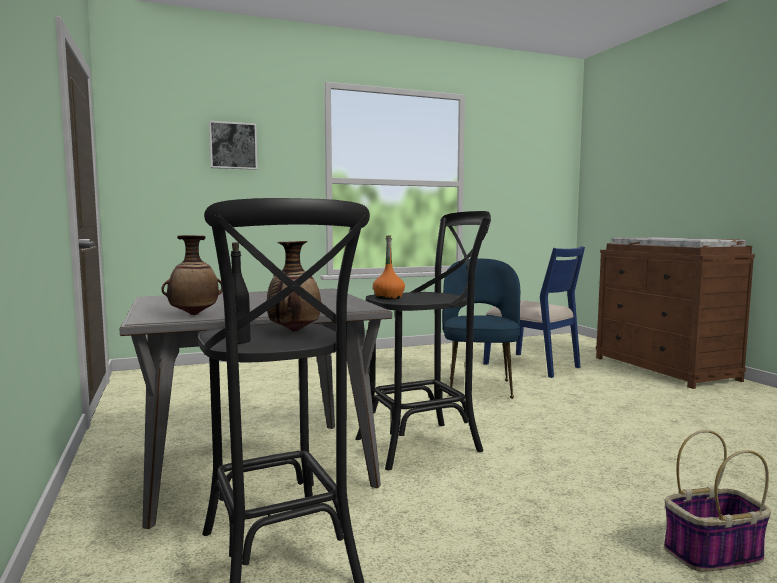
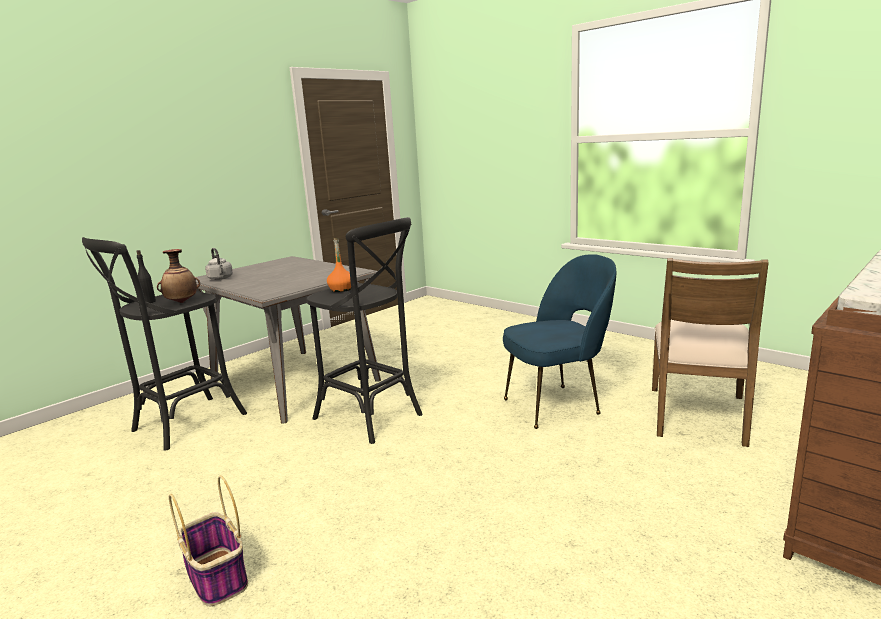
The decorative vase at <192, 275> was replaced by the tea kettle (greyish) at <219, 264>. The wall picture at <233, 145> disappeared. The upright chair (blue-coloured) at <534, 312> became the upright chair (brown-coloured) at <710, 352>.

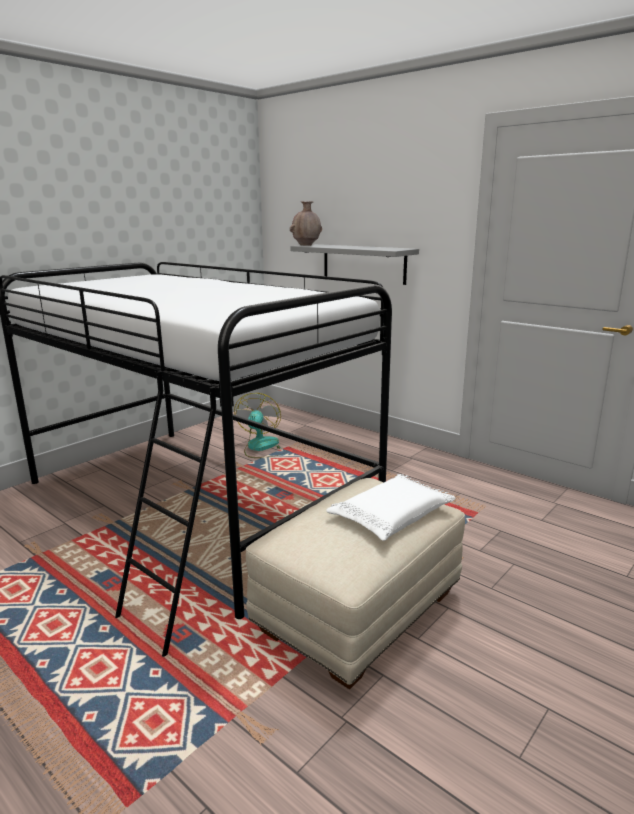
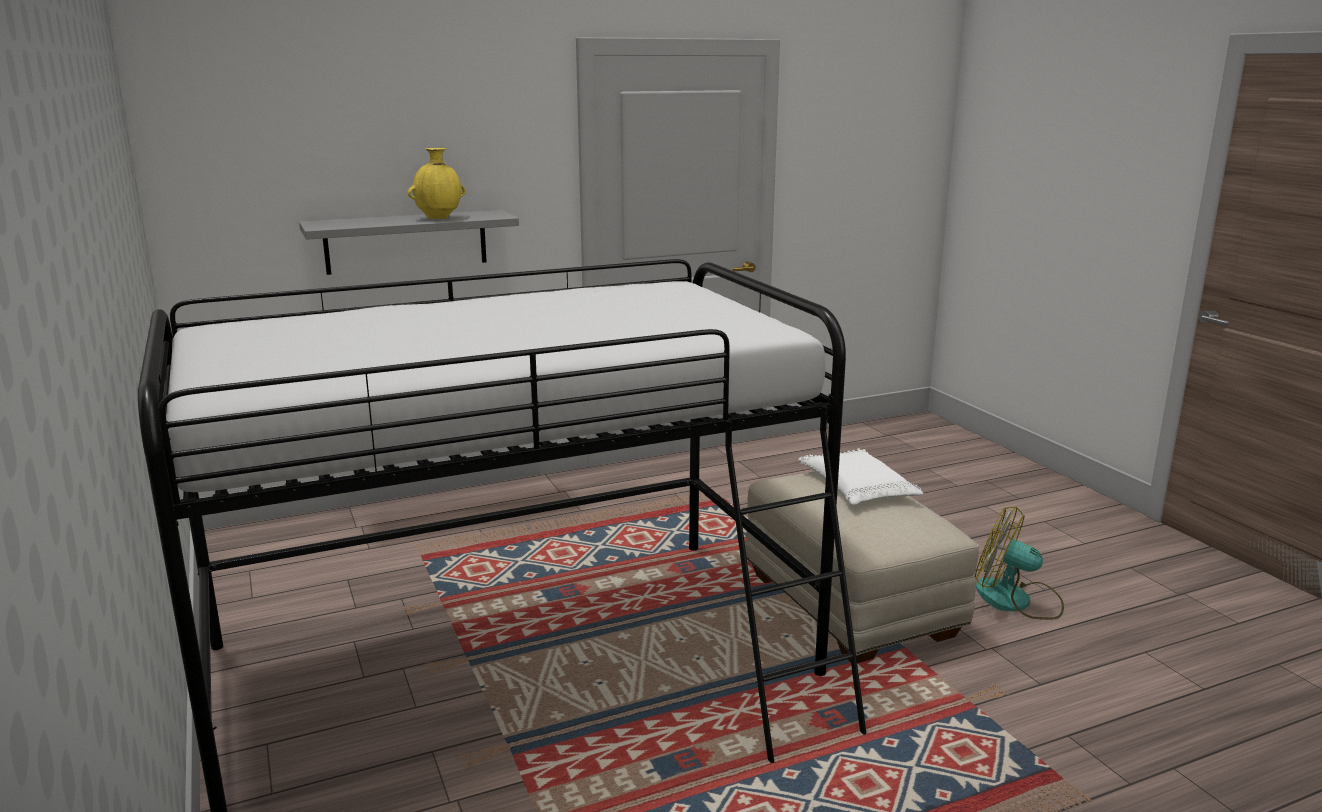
The cooling fan moved from <260, 425> to <1019, 563>. The decorative vase (brown-coloured) at <306, 223> disappeared. The decorative vase (yellowish) at <436, 183> appeared.

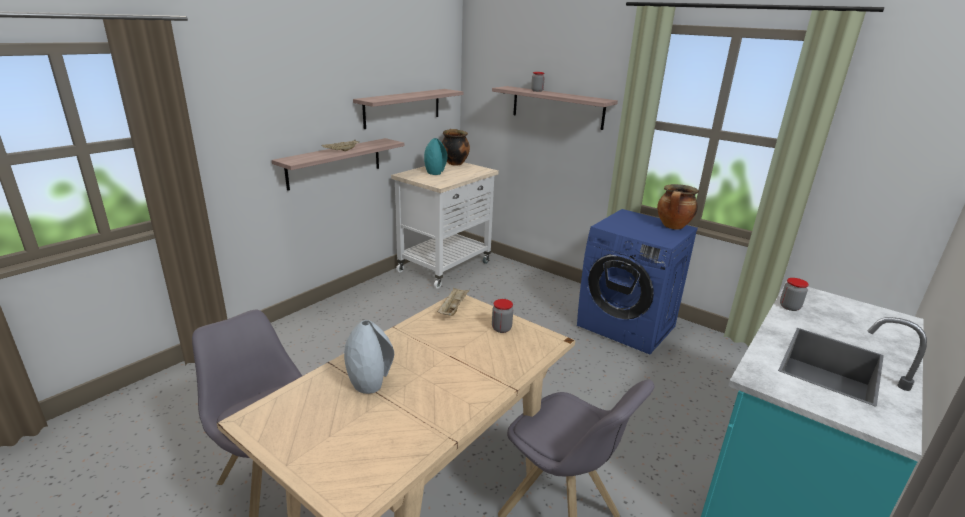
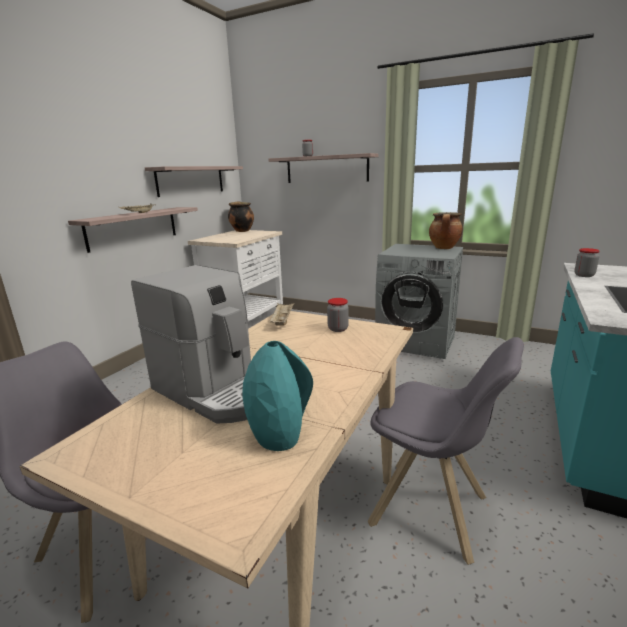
The decorative vase (greyish) at <369, 357> was replaced by the coffee machine at <191, 344>. The decorative vase (turquoise) moved from <436, 156> to <277, 396>. The washing machine (blue-coloured) at <637, 281> became the washing machine (greyish) at <419, 301>.

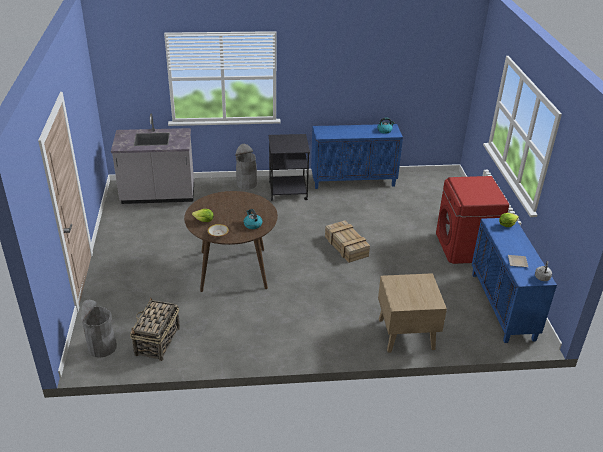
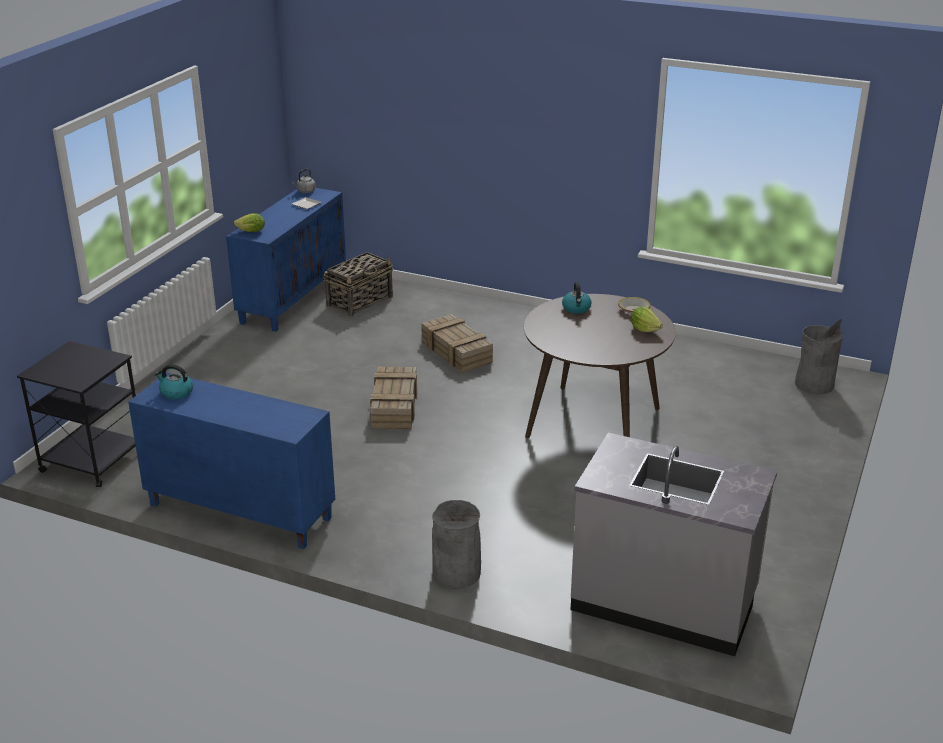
The basket moved from <155, 329> to <358, 284>. The trolley (black) moved from <289, 167> to <76, 414>. The bedside table (sand-coloured) at <412, 313> disappeared. The washing machine (red) at <472, 220> disappeared. The packing crate at <457, 343> appeared.

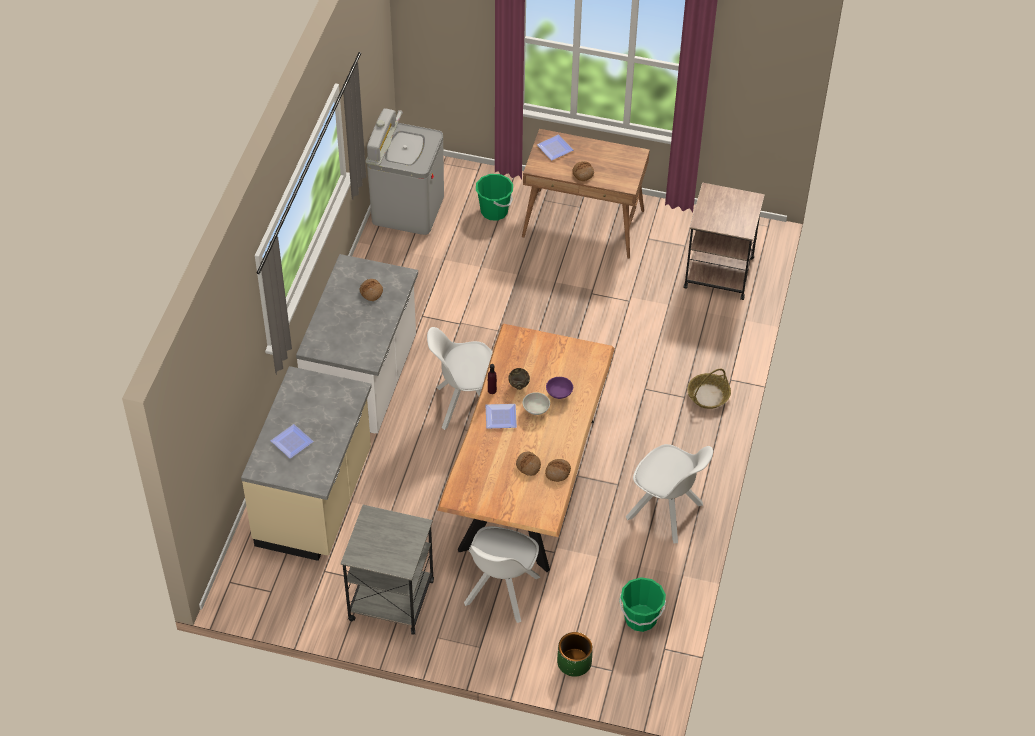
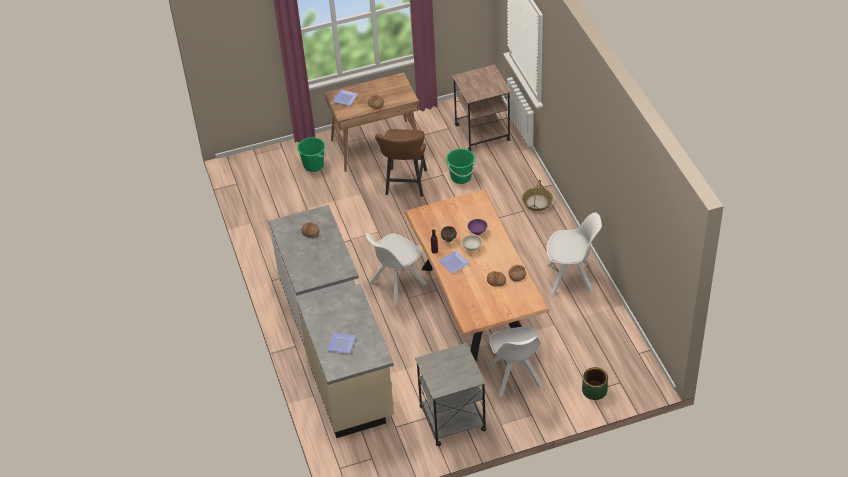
The washing machine (greyish) at <405, 171> disappeared. The bucket (greenish) moved from <642, 604> to <461, 166>. The stool seat (brown-coloured) at <401, 163> appeared.

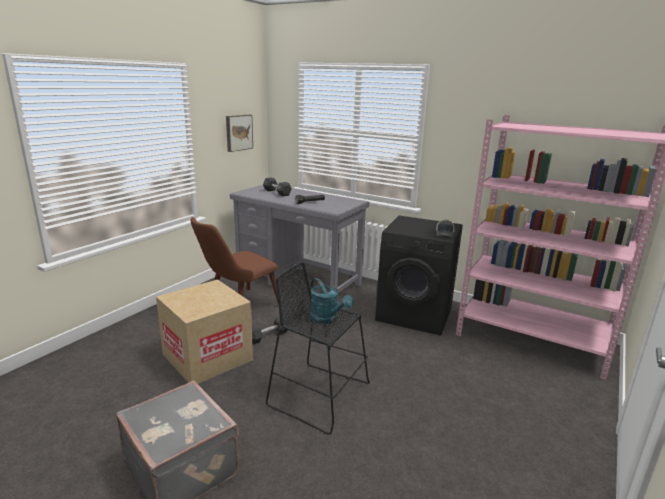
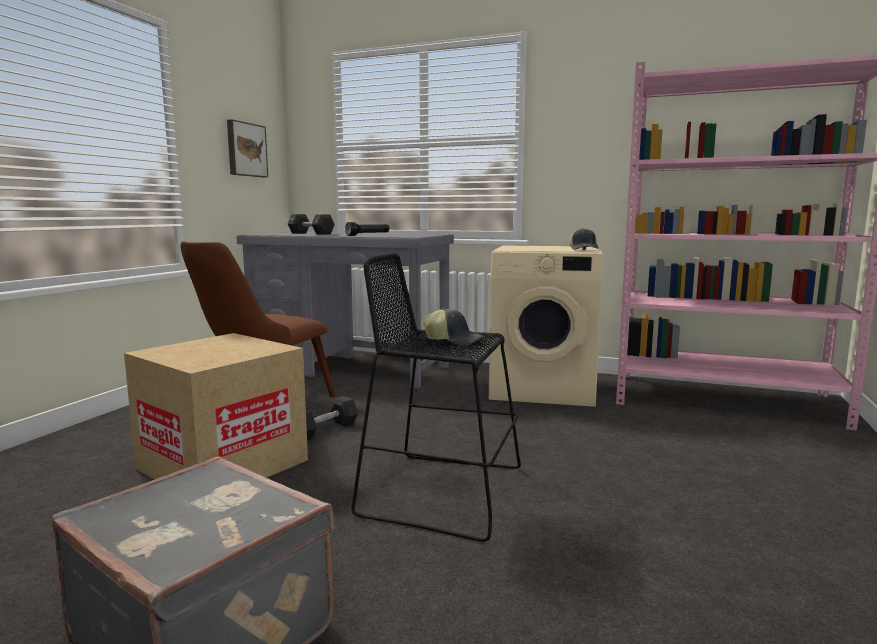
The watering pot (turquoise) at <331, 301> was replaced by the baseball cap at <454, 327>. The washing machine (black) at <419, 276> became the washing machine (sand-coloured) at <546, 326>.

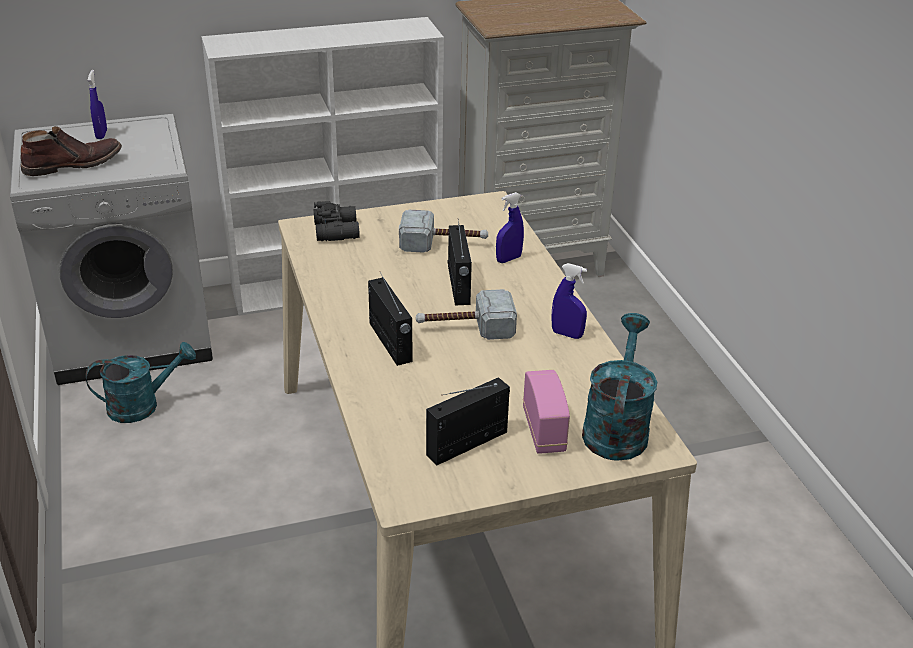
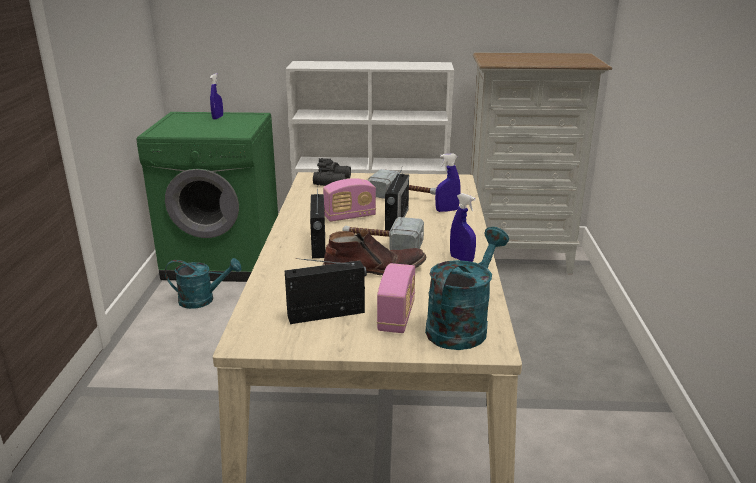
The washing machine (whitish) at <111, 249> became the washing machine (greenish) at <207, 197>. The high-top boot (brown-coloured) moved from <71, 151> to <375, 252>. The radio set at <349, 200> appeared.

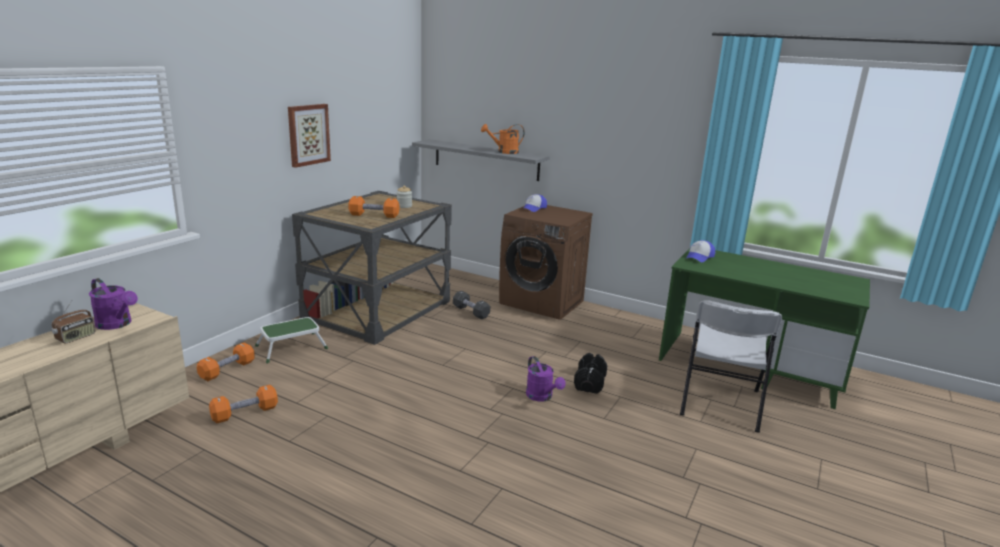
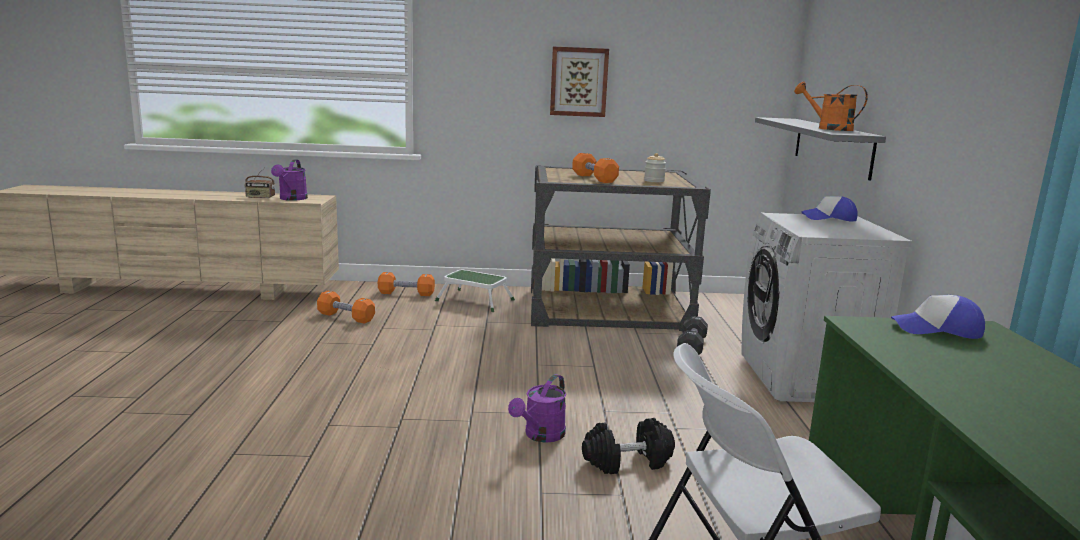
The washing machine (brown-coloured) at <546, 262> became the washing machine (whitish) at <826, 307>.

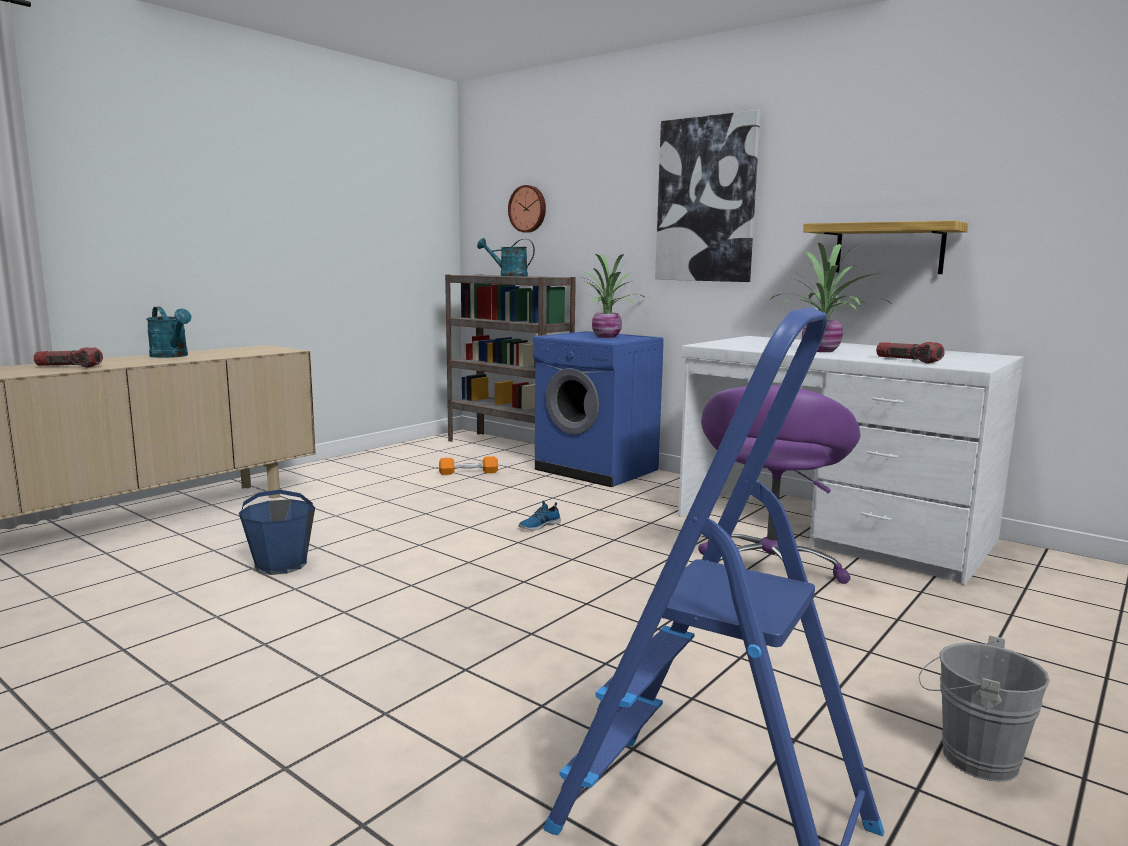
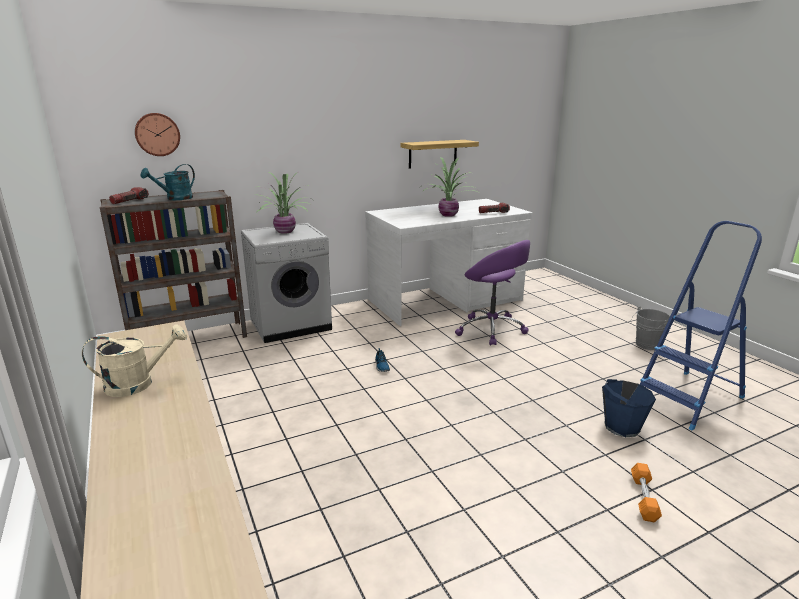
The torch moved from <68, 357> to <129, 195>. The watering pot (turquoise) at <168, 332> became the watering pot (sand-coloured) at <134, 360>. The bucket (blue-coloured) moved from <277, 532> to <629, 408>. The free weight (orange) moved from <468, 465> to <646, 493>. The washing machine (blue-coloured) at <598, 409> became the washing machine (whitish) at <286, 283>. The wall picture at <708, 196> disappeared.

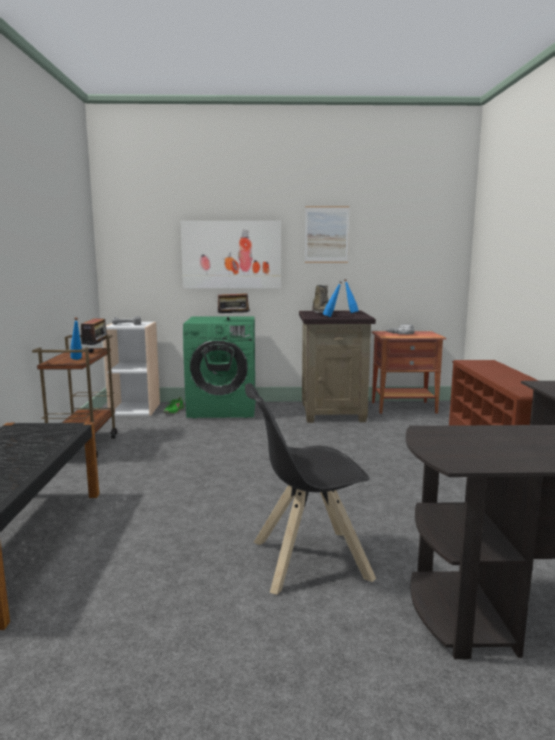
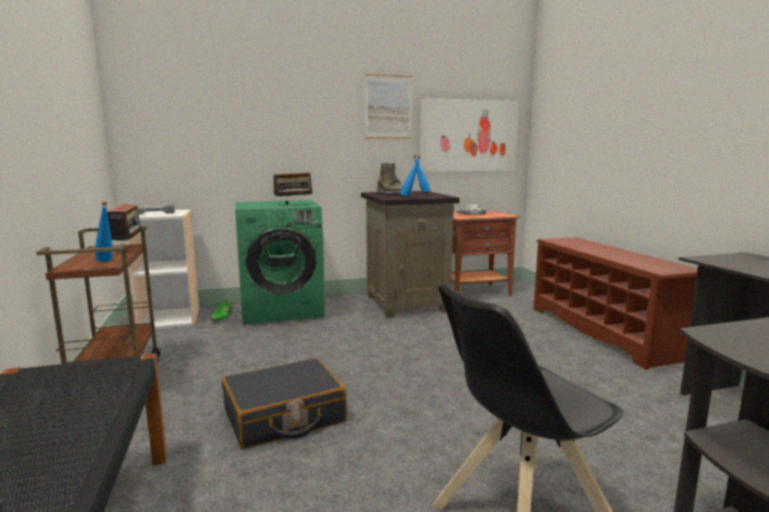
The wall picture moved from <231, 254> to <469, 135>. The suitcase (black) at <284, 403> appeared.

